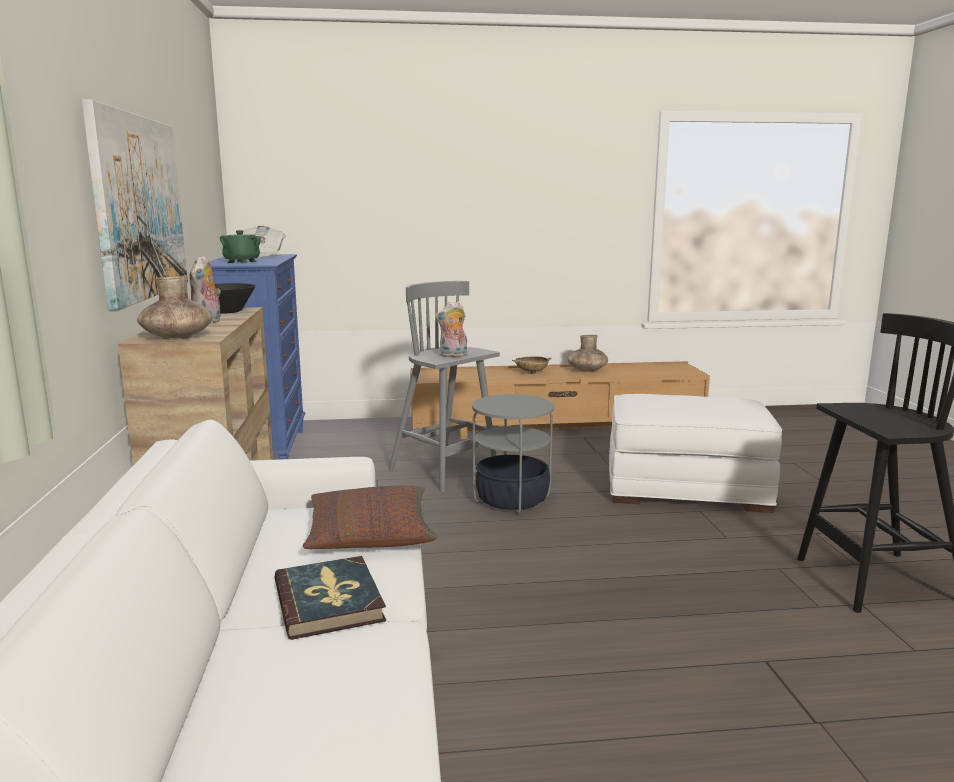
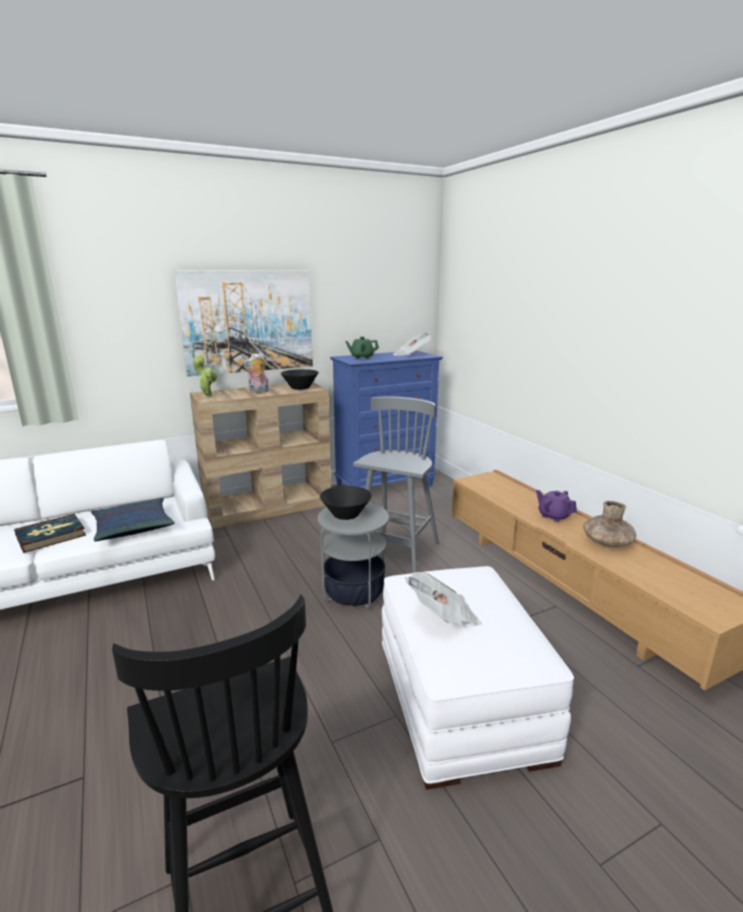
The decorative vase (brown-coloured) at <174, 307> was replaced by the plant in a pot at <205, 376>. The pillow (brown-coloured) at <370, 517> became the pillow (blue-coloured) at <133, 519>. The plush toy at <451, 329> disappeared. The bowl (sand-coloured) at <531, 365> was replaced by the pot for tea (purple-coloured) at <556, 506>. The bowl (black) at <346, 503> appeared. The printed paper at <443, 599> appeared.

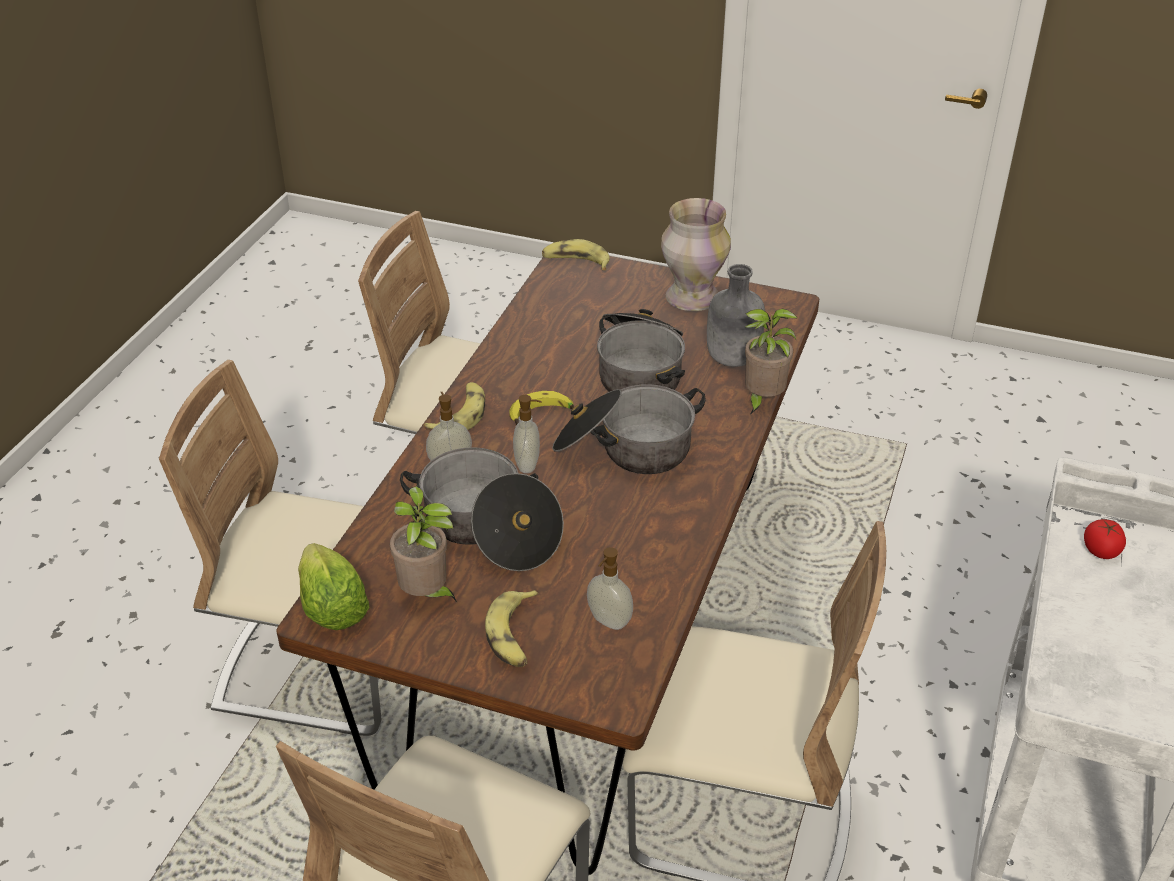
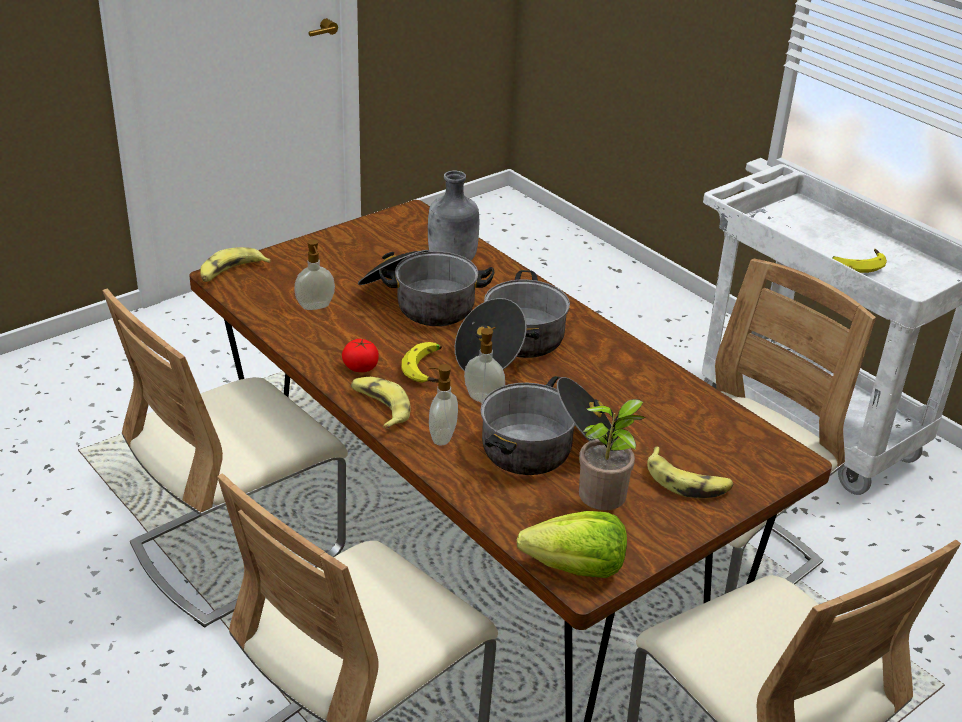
The soap bottle moved from <610, 588> to <314, 274>. The decorative vase at <696, 254> disappeared. The plant in a pot at <771, 362> disappeared. The fresh tomato moved from <1105, 539> to <360, 355>. The banana fruit at <859, 261> appeared.

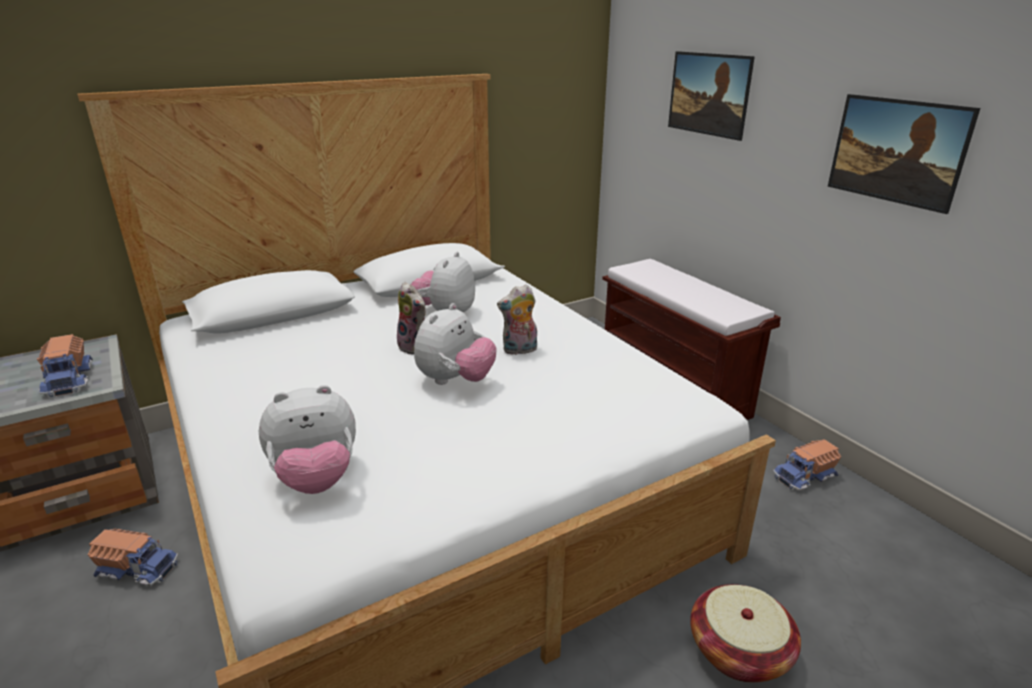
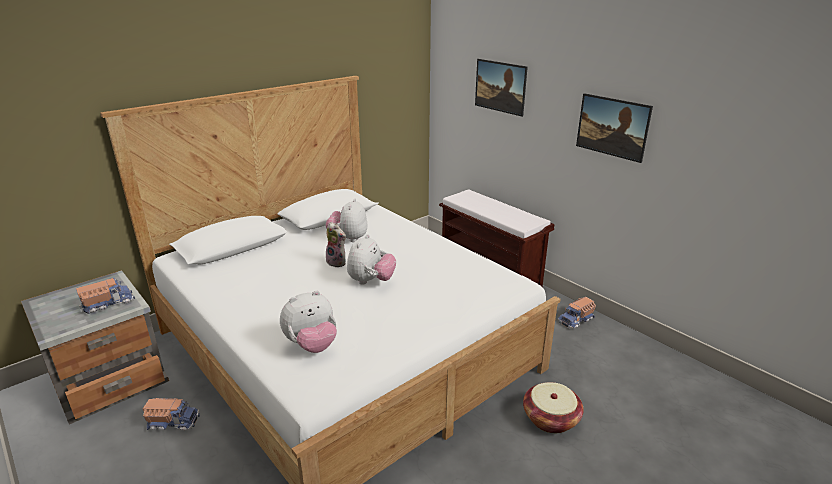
The toy truck at <65, 366> turned 90 degrees counterclockwise. The plush toy at <517, 319> disappeared.

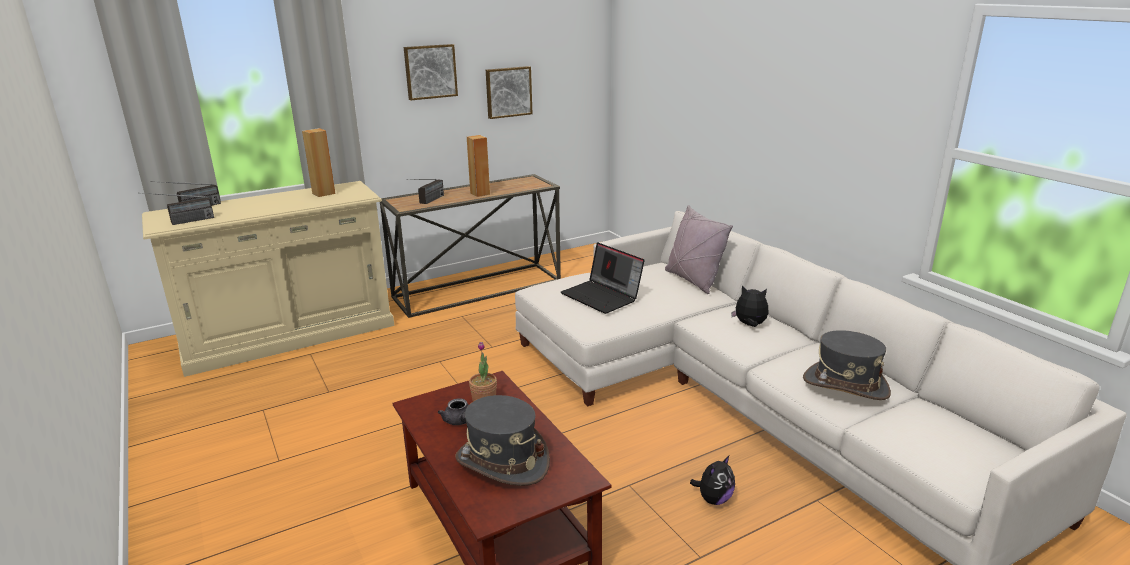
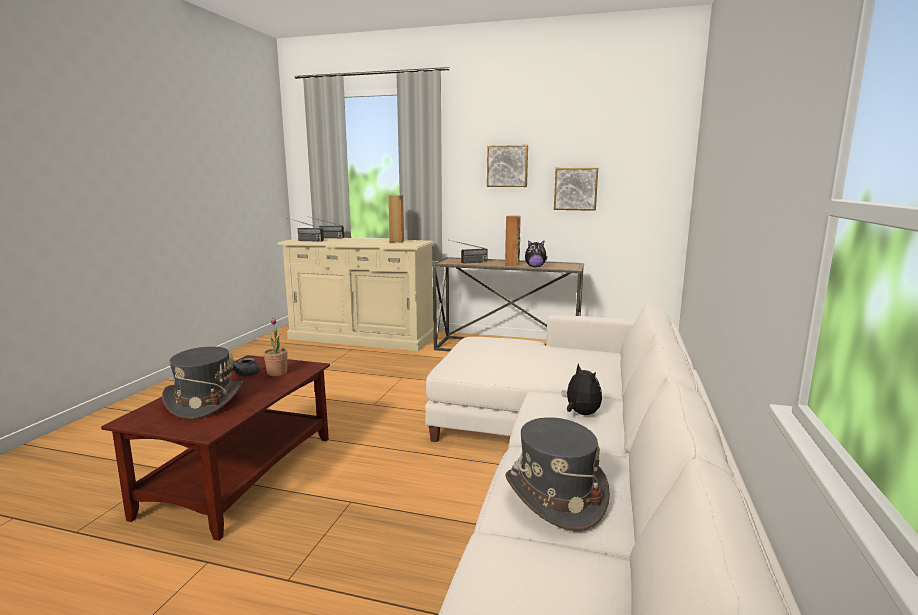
The laptop at <603, 278> disappeared. The pillow (purple-coloured) at <699, 249> disappeared. The plush toy moved from <712, 480> to <536, 253>.

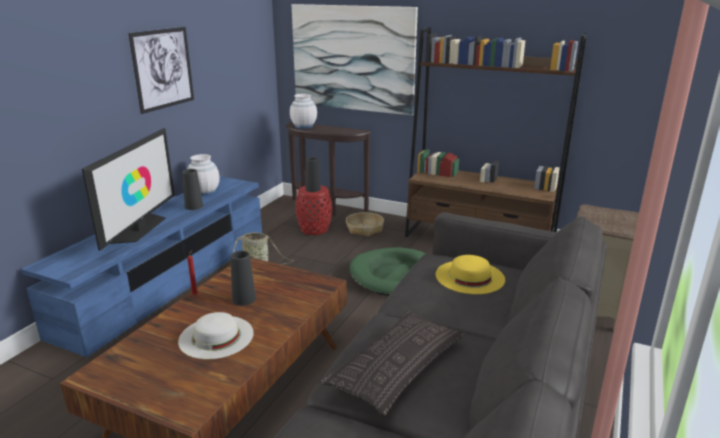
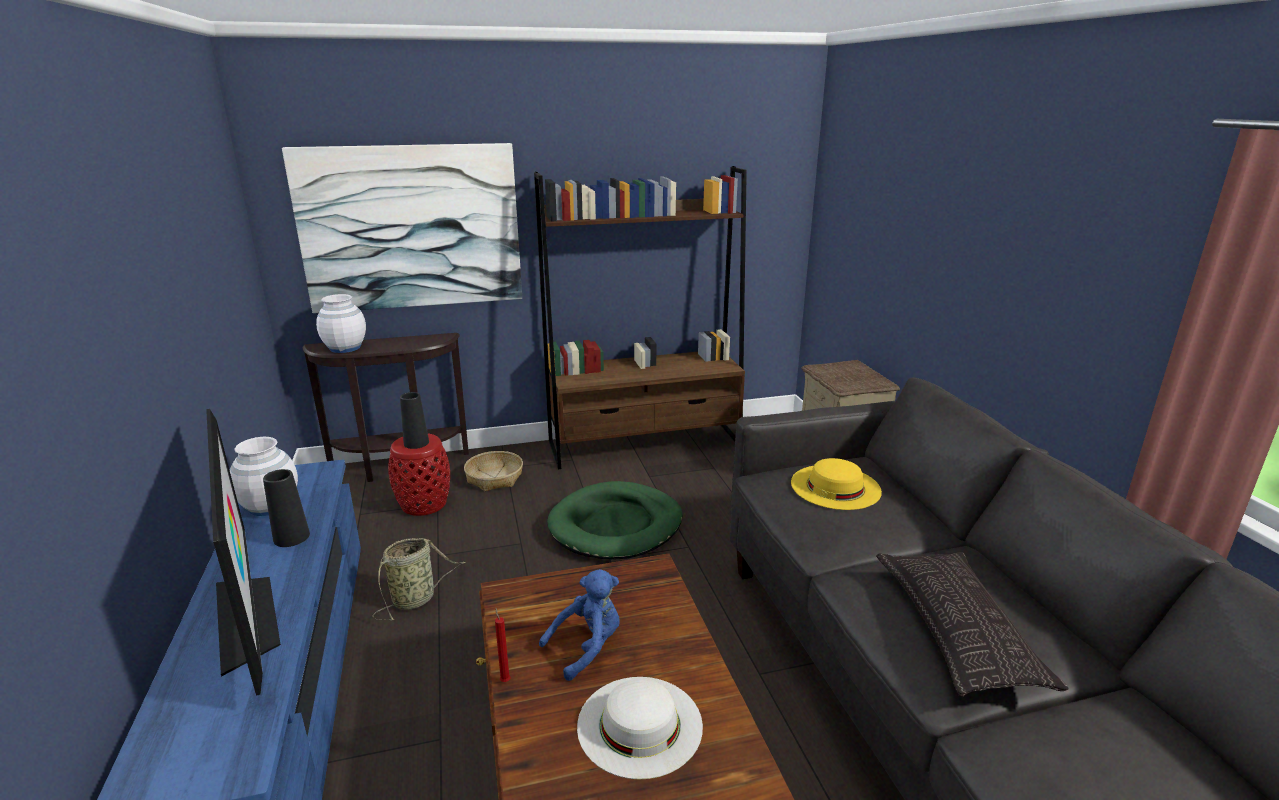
The wall picture at <161, 70> disappeared. The decorative vase (black) at <243, 278> was replaced by the plush toy (blue-coloured) at <579, 625>.

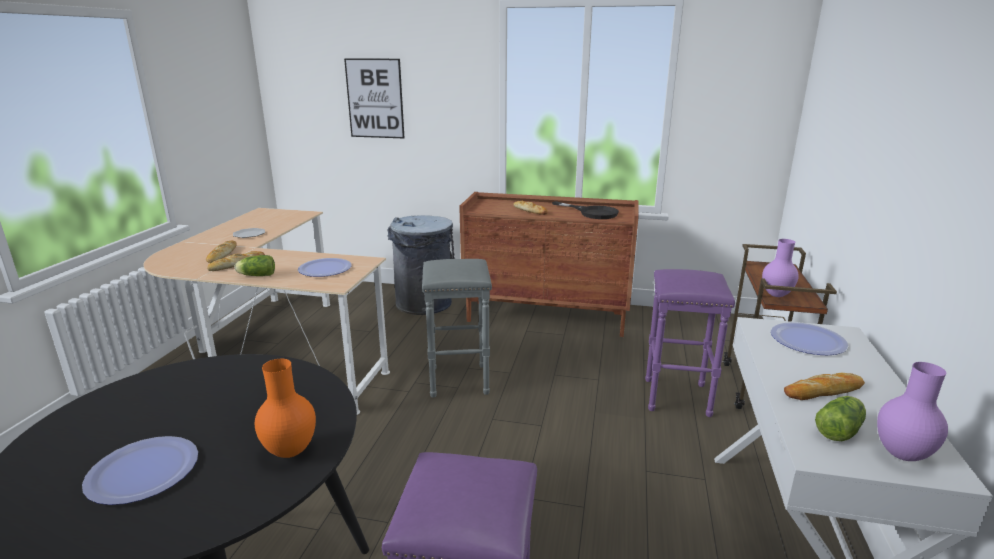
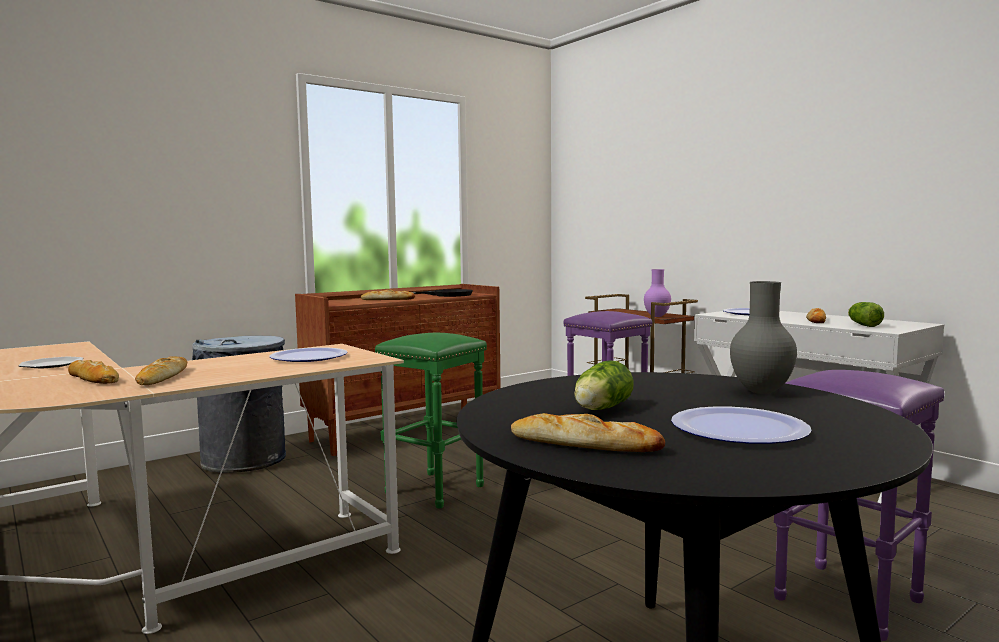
The lettuce head moved from <254, 265> to <604, 385>. The decorative vase (orange) at <285, 408> became the decorative vase (greyish) at <763, 337>. The wall picture at <374, 98> disappeared. The stool seat (greyish) at <457, 328> became the stool seat (greenish) at <431, 420>. The decorative vase (purple-coloured) at <912, 411> disappeared. The baked bread at <588, 432> appeared.

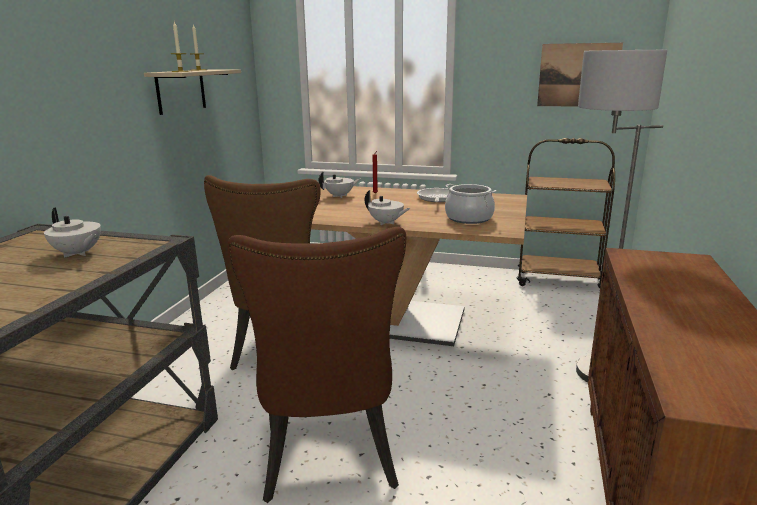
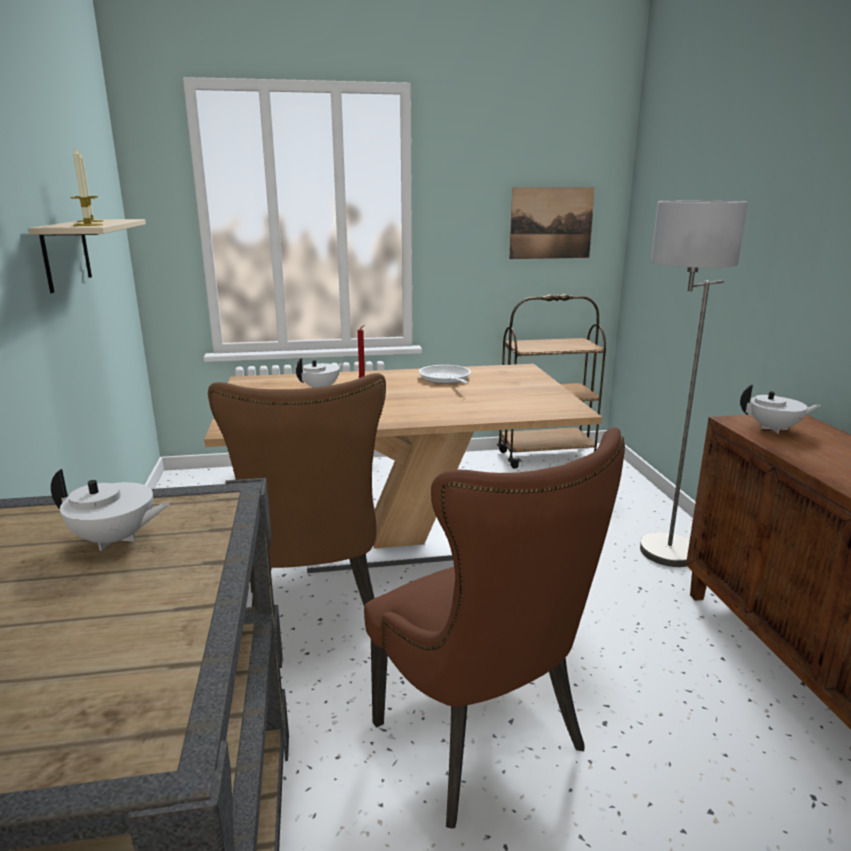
The pot for tea (whitish) moved from <388, 207> to <780, 409>. The stockpot at <470, 204> disappeared.

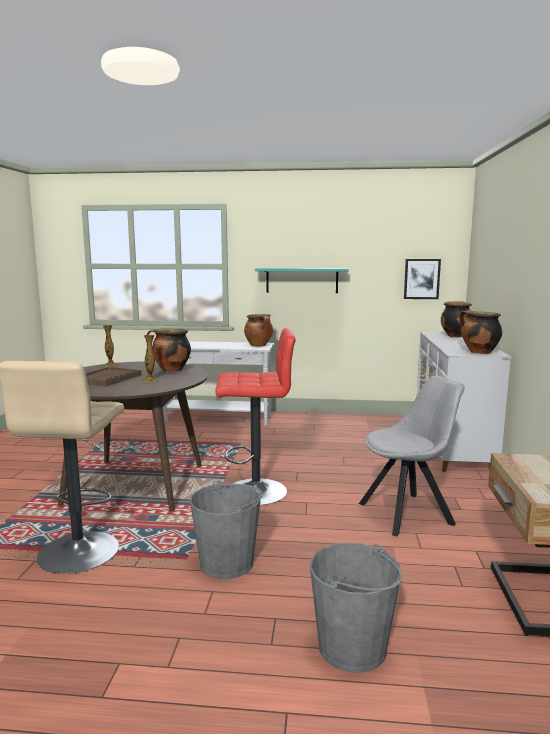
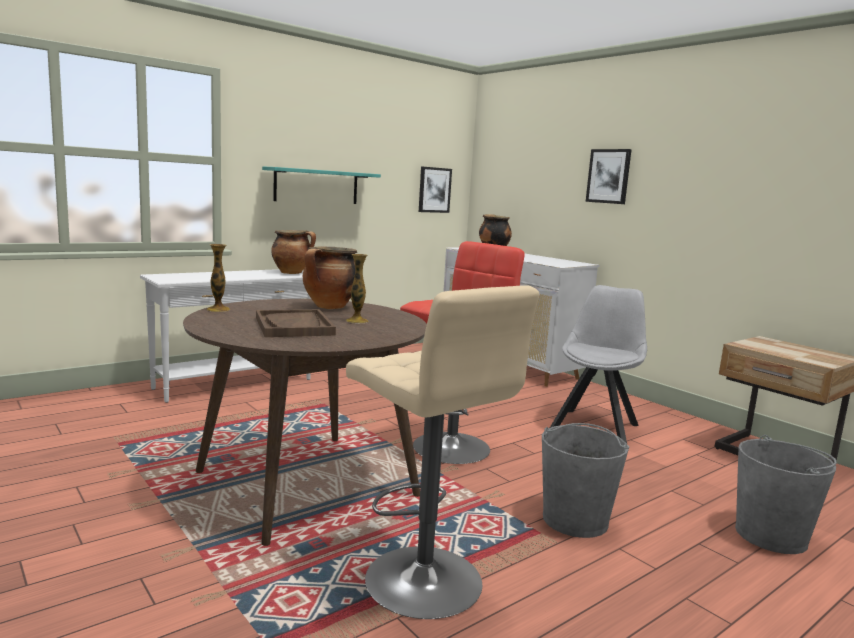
The stockpot at <480, 332> disappeared. The wall picture at <609, 176> appeared.

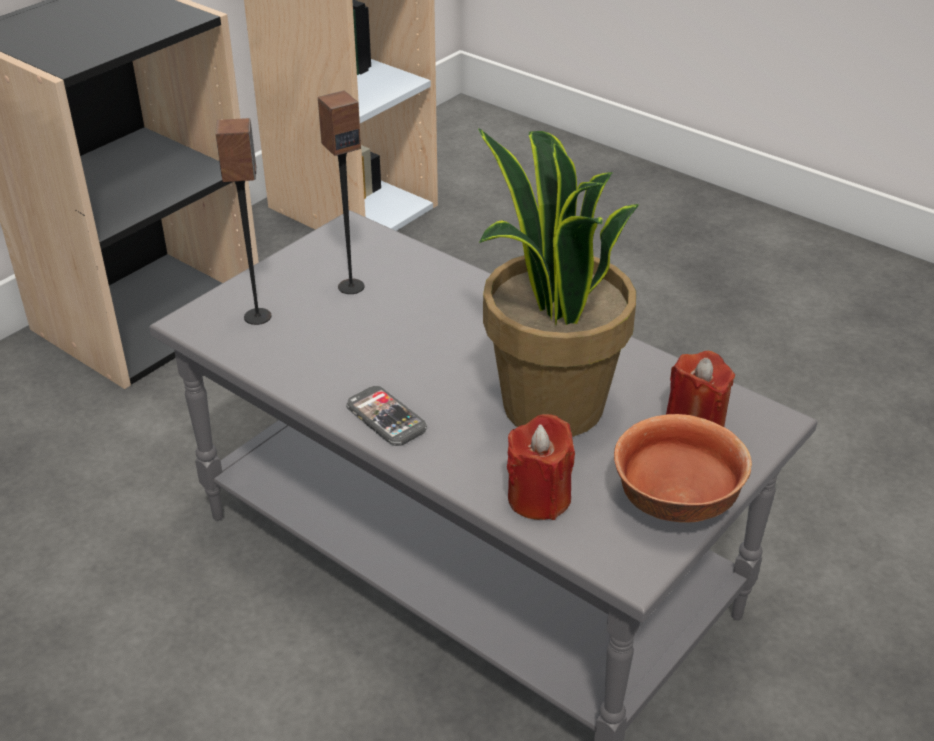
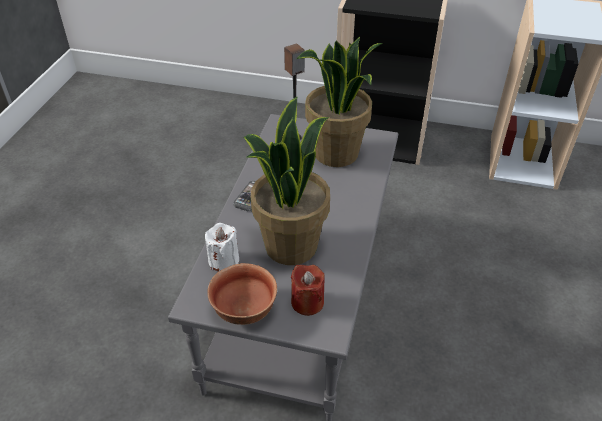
The audio speaker at <341, 192> was replaced by the plant in a pot at <339, 102>. The candle (red) at <541, 467> became the candle (whitish) at <222, 247>.

